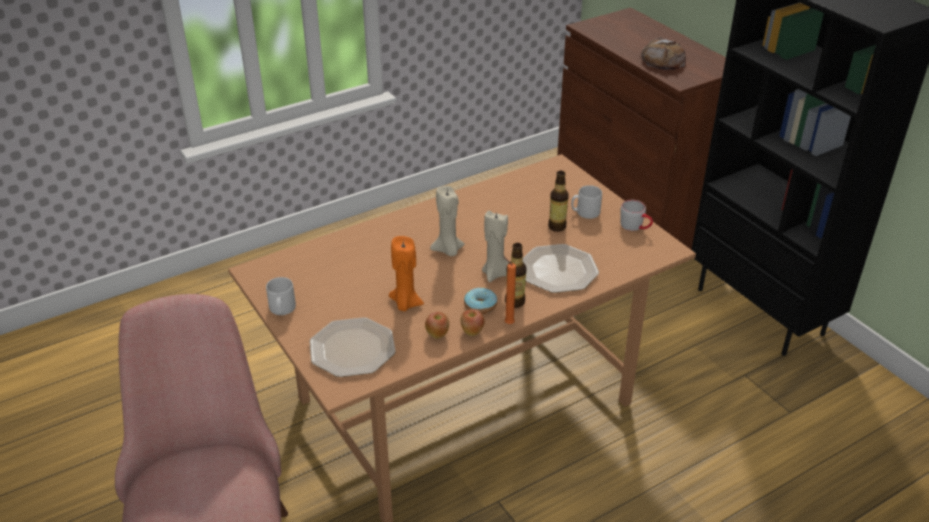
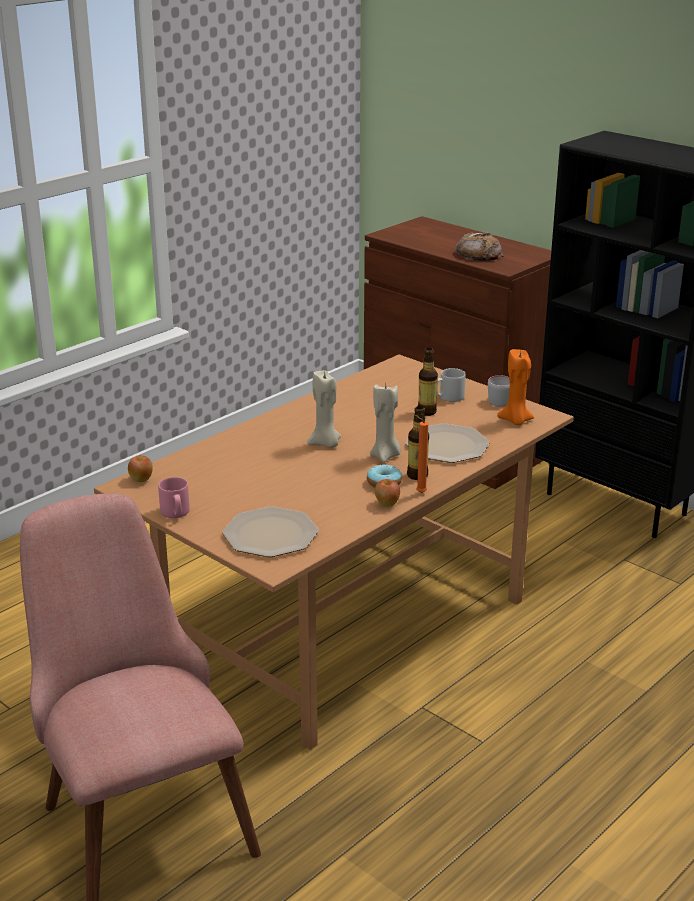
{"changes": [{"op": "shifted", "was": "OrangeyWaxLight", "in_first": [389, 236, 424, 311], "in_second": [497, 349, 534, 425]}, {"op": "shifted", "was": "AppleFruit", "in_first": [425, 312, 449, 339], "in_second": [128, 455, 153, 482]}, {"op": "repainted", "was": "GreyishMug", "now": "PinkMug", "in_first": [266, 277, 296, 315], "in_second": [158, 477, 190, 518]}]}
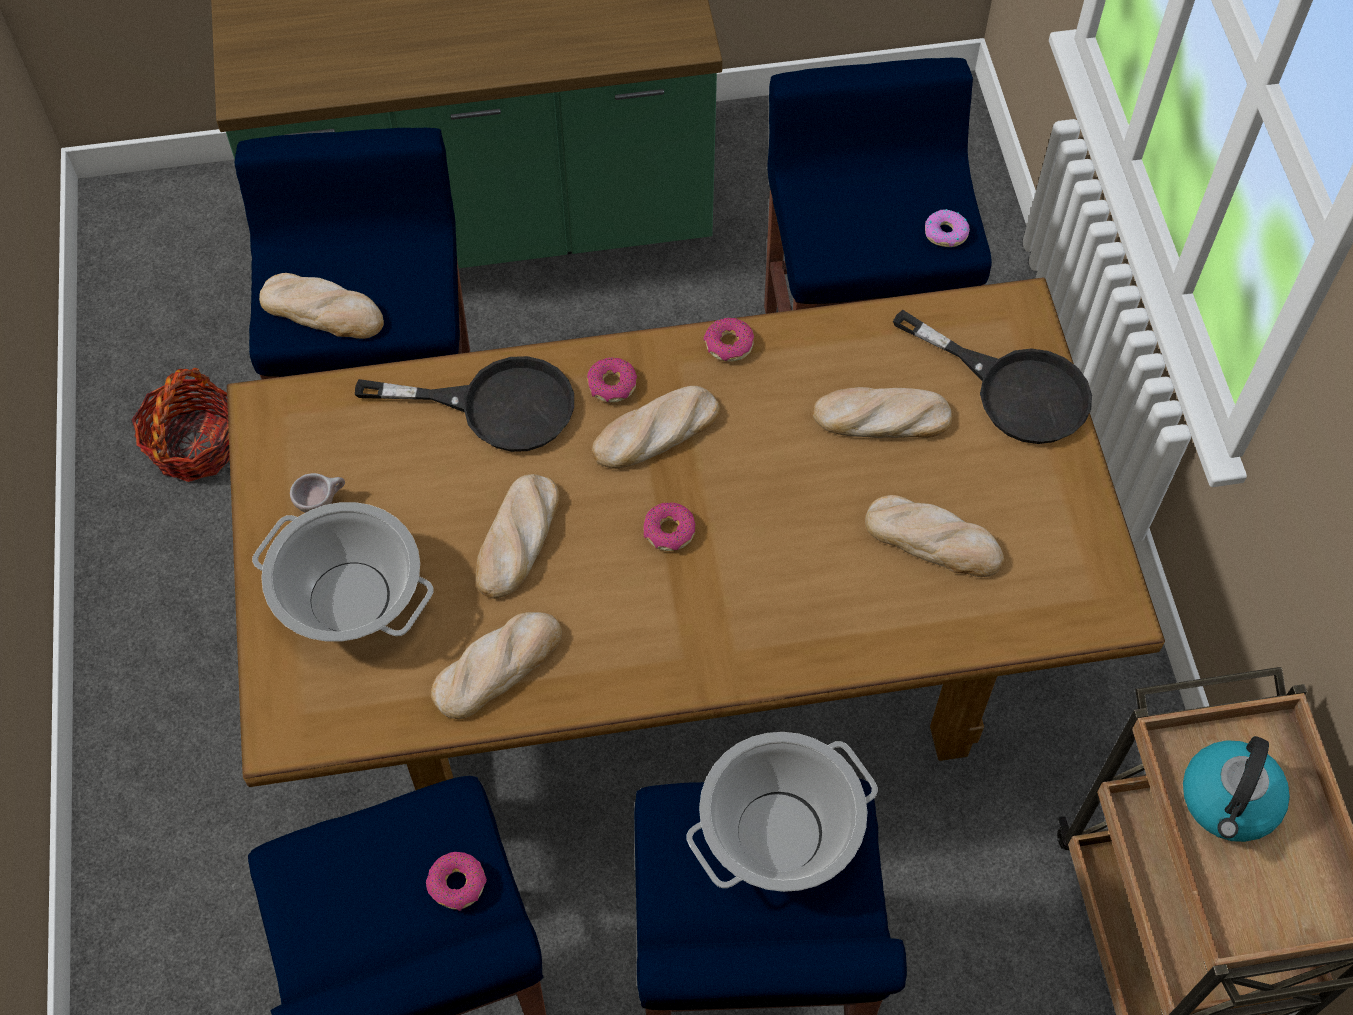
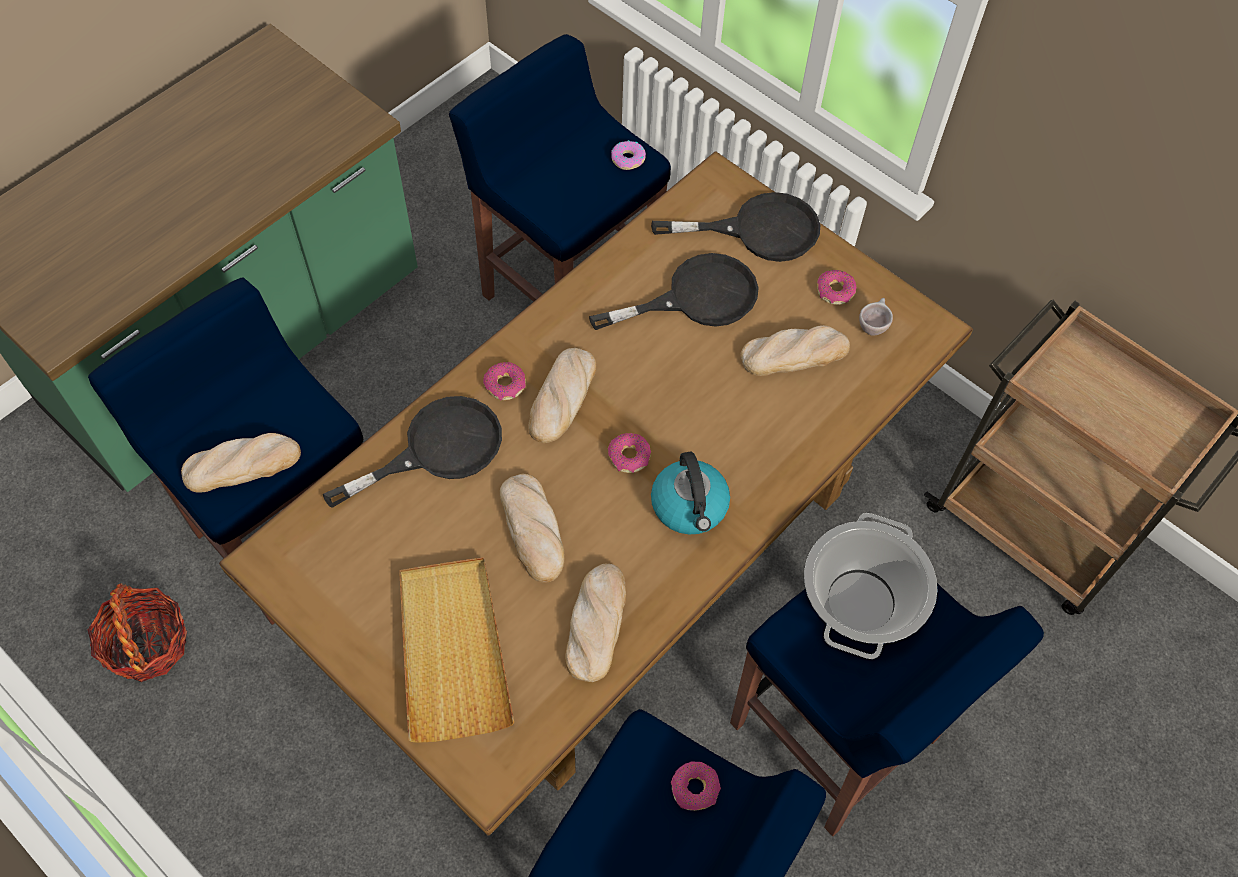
{"changes": [{"op": "shifted", "was": "SandColouredCup", "in_first": [290, 473, 345, 513], "in_second": [859, 298, 893, 336]}, {"op": "shifted", "was": "Doughnut", "in_first": [704, 318, 754, 362], "in_second": [817, 270, 857, 305]}, {"op": "shifted", "was": "TeaKettle", "in_first": [1183, 736, 1290, 842], "in_second": [651, 451, 730, 535]}, {"op": "swapped", "was": "CookingPot", "now": "SandColouredTray", "in_first": [252, 502, 433, 642], "in_second": [400, 557, 514, 743]}, {"op": "swapped", "was": "BakedBread", "now": "BlackColouredFryingPan", "in_first": [813, 387, 952, 438], "in_second": [589, 253, 759, 330]}]}
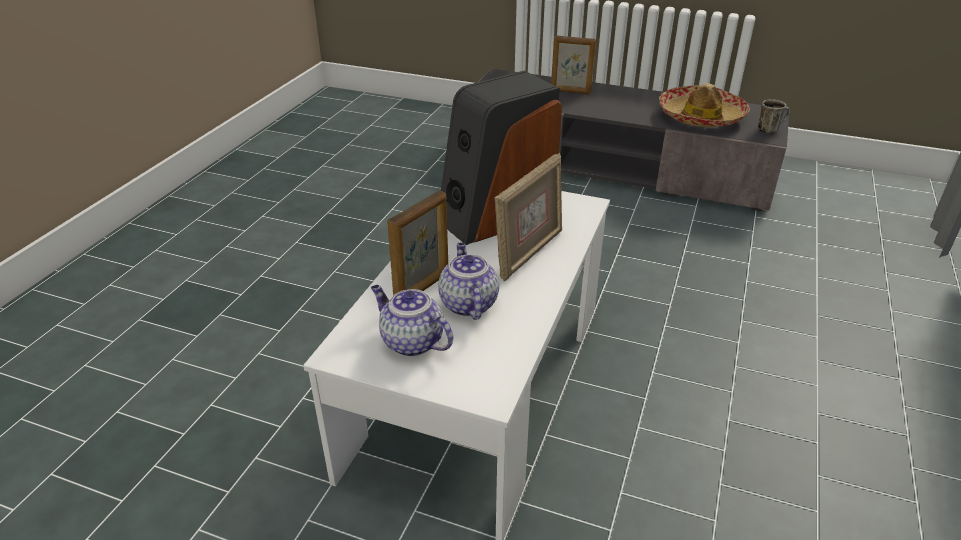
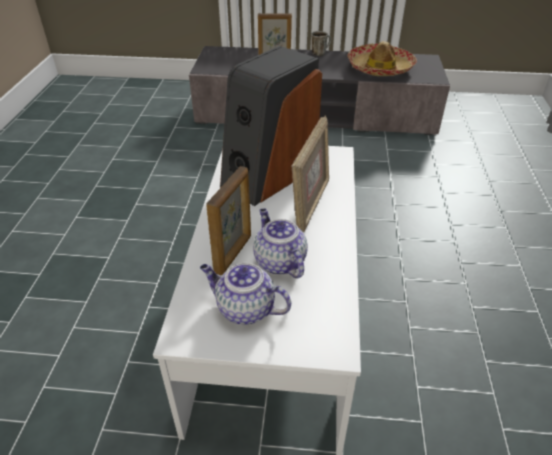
{"changes": [{"op": "shifted", "was": "Mug", "in_first": [758, 99, 790, 134], "in_second": [312, 31, 331, 56]}]}
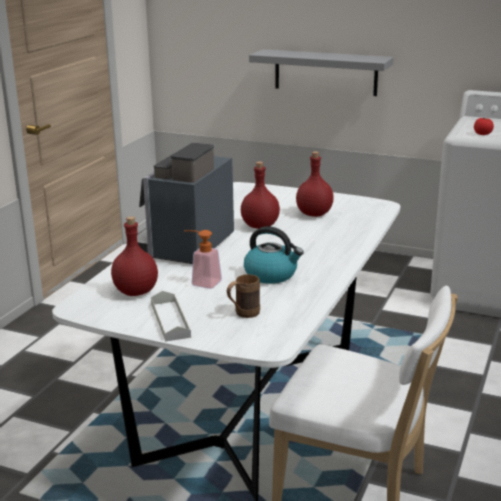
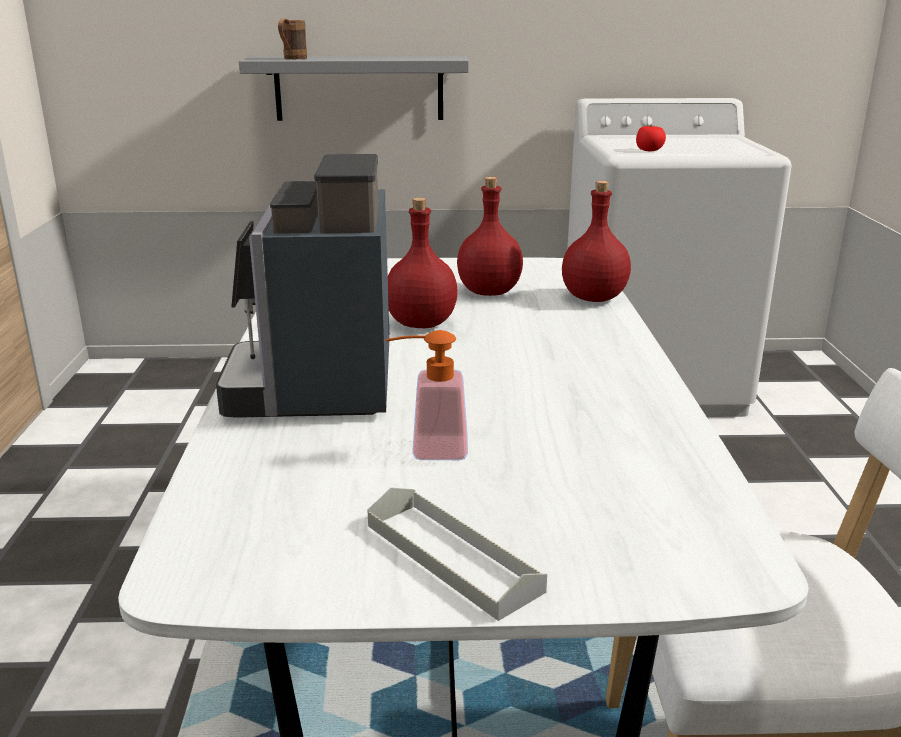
{"changes": [{"op": "gone", "was": "TeaKettle", "in_first": [244, 226, 304, 284]}, {"op": "shifted", "was": "ReddishDrinkBottle", "in_first": [111, 216, 158, 296], "in_second": [562, 181, 631, 302]}, {"op": "shifted", "was": "BrownishMug", "in_first": [227, 274, 260, 318], "in_second": [278, 18, 307, 59]}]}
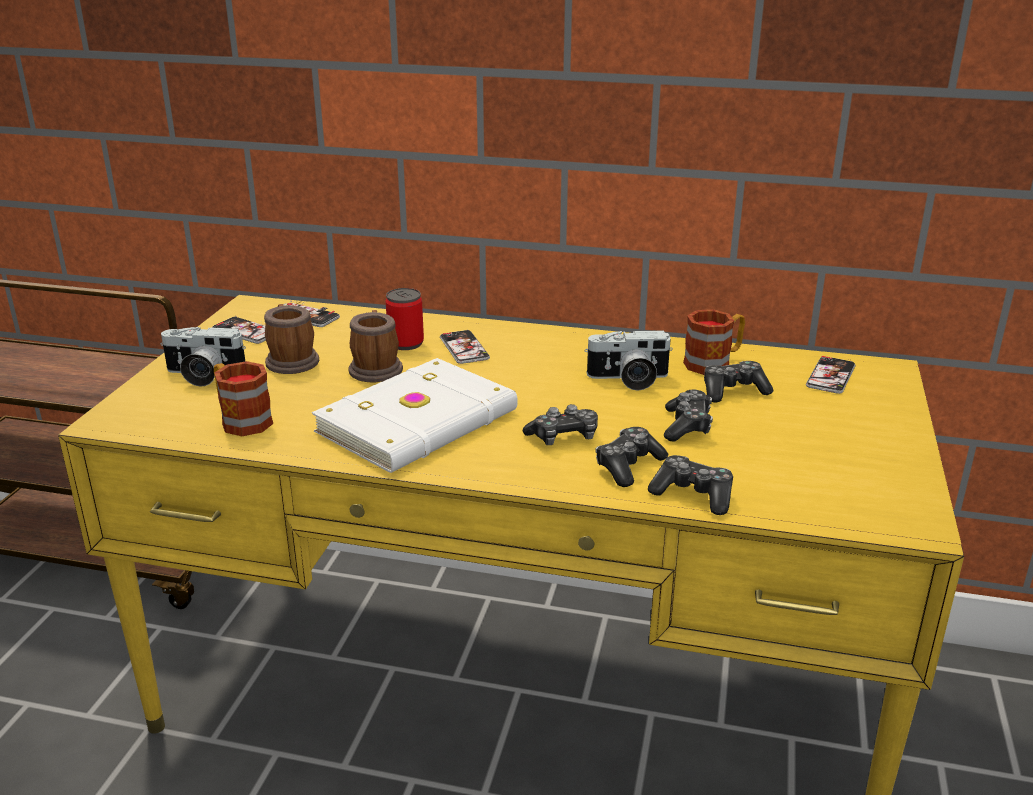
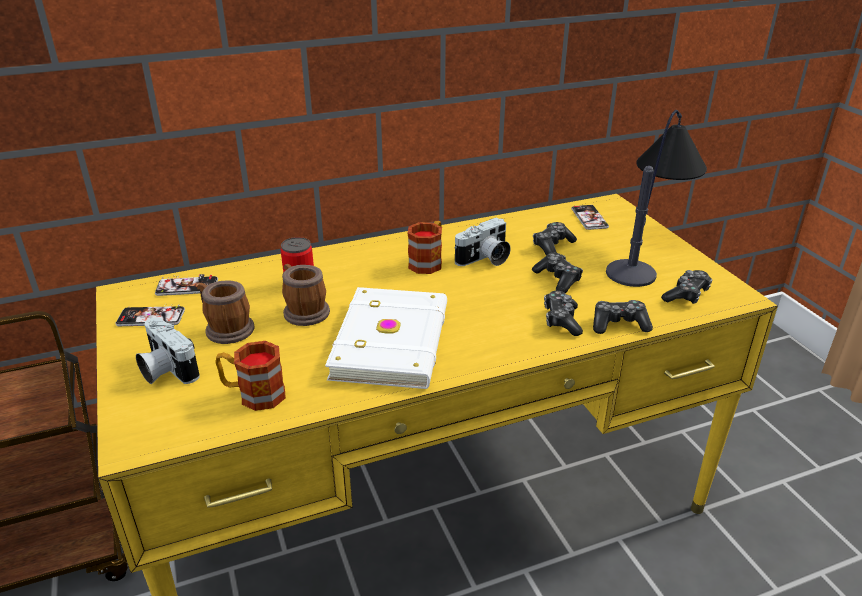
{"changes": [{"op": "gone", "was": "Phone", "in_first": [440, 330, 490, 364]}, {"op": "new", "now": "LampForATable", "in_second": [606, 110, 707, 287]}, {"op": "shifted", "was": "Gamepad", "in_first": [523, 404, 598, 445], "in_second": [661, 270, 713, 304]}, {"op": "shifted", "was": "Mug", "in_first": [683, 309, 745, 375], "in_second": [408, 221, 442, 274]}, {"op": "rotated", "was": "StillCamera", "in_first": [161, 327, 246, 387], "in_second": [136, 317, 200, 384], "clockwise": 75}]}
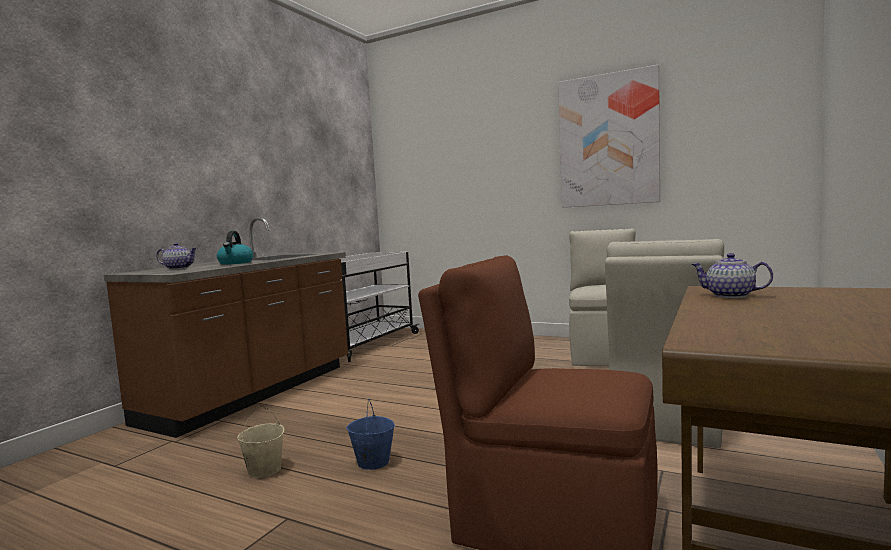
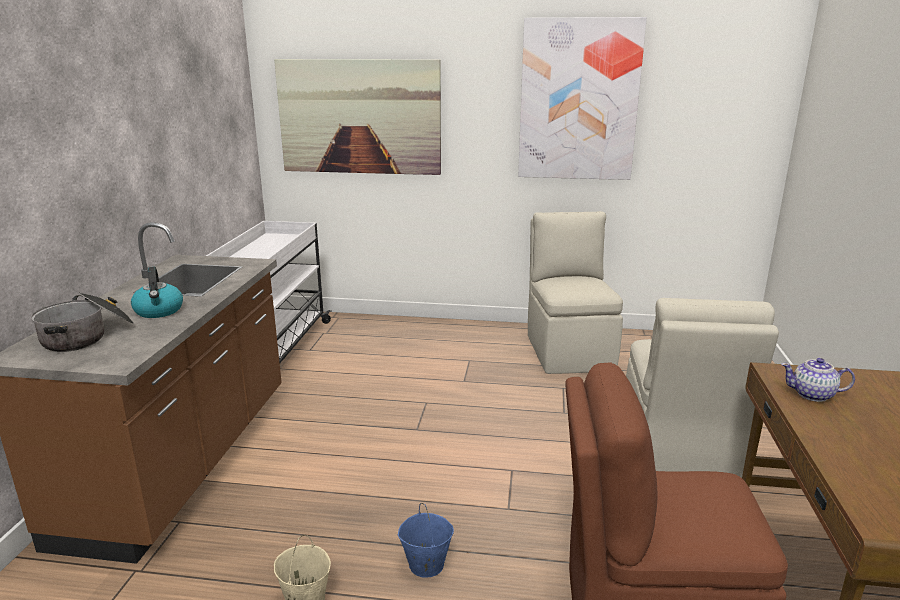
{"changes": [{"op": "new", "now": "Picture", "in_second": [274, 59, 441, 175]}, {"op": "swapped", "was": "Teapot", "now": "CookingPot", "in_first": [156, 243, 197, 270], "in_second": [31, 293, 134, 352]}]}
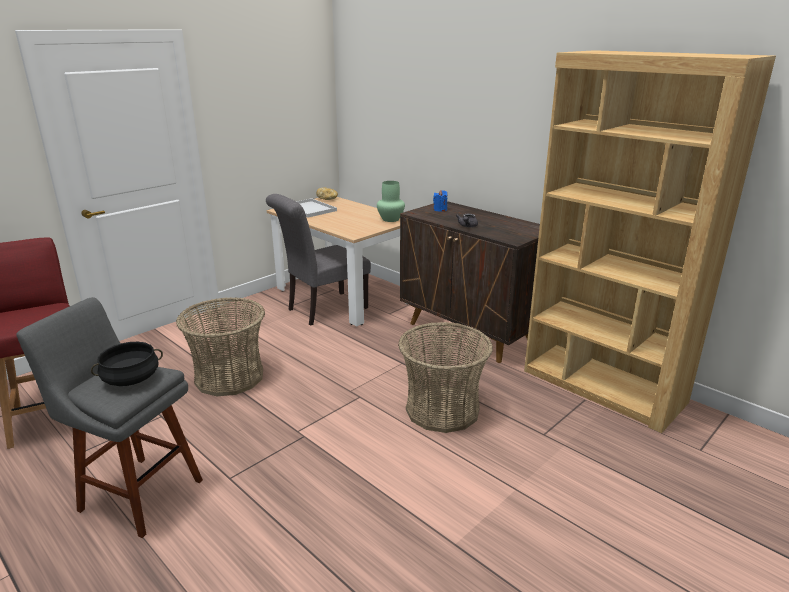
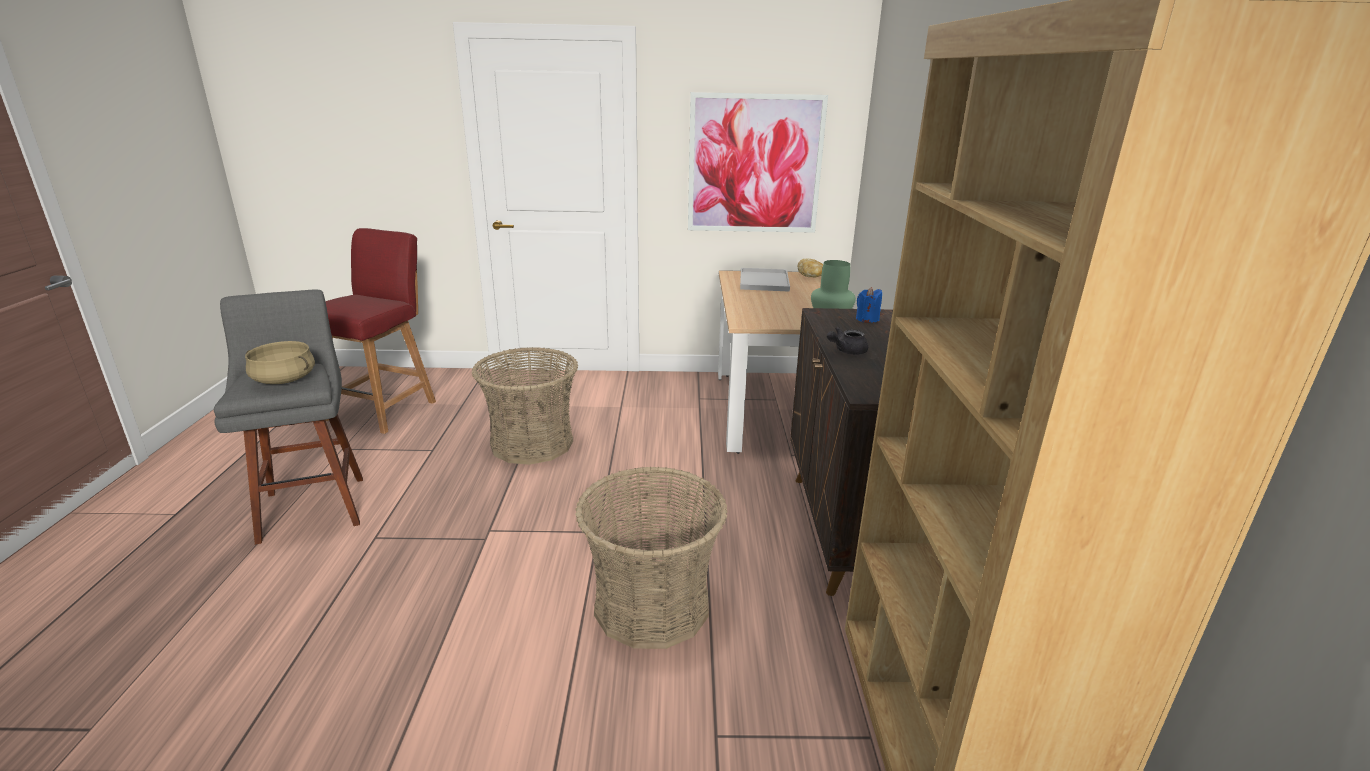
{"changes": [{"op": "gone", "was": "GreyishChair", "in_first": [266, 194, 371, 326]}, {"op": "new", "now": "Picture", "in_second": [688, 92, 828, 233]}, {"op": "repainted", "was": "BlackColouredCookingPot", "now": "SandColouredCookingPot", "in_first": [91, 342, 163, 386], "in_second": [245, 341, 315, 384]}]}
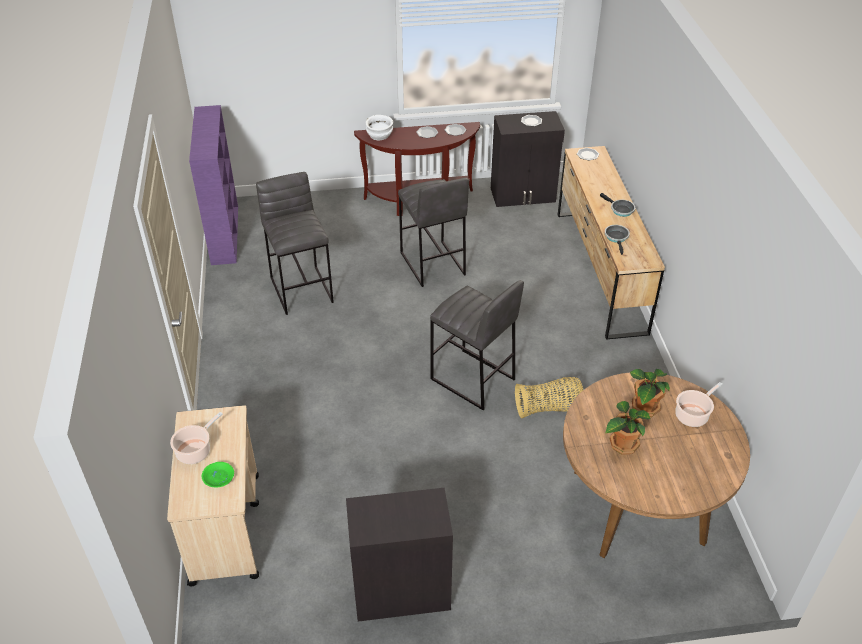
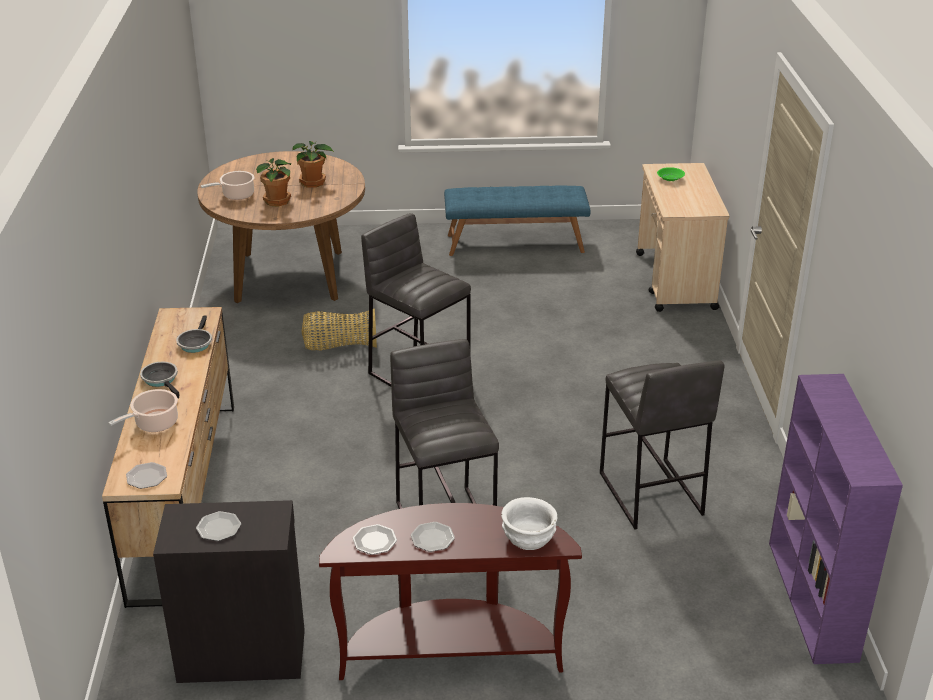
{"changes": [{"op": "shifted", "was": "CookingPot", "in_first": [170, 412, 223, 464], "in_second": [108, 389, 178, 432]}, {"op": "swapped", "was": "BlackColouredCabinet", "now": "BlueBench", "in_first": [346, 488, 453, 622], "in_second": [444, 185, 591, 256]}]}
